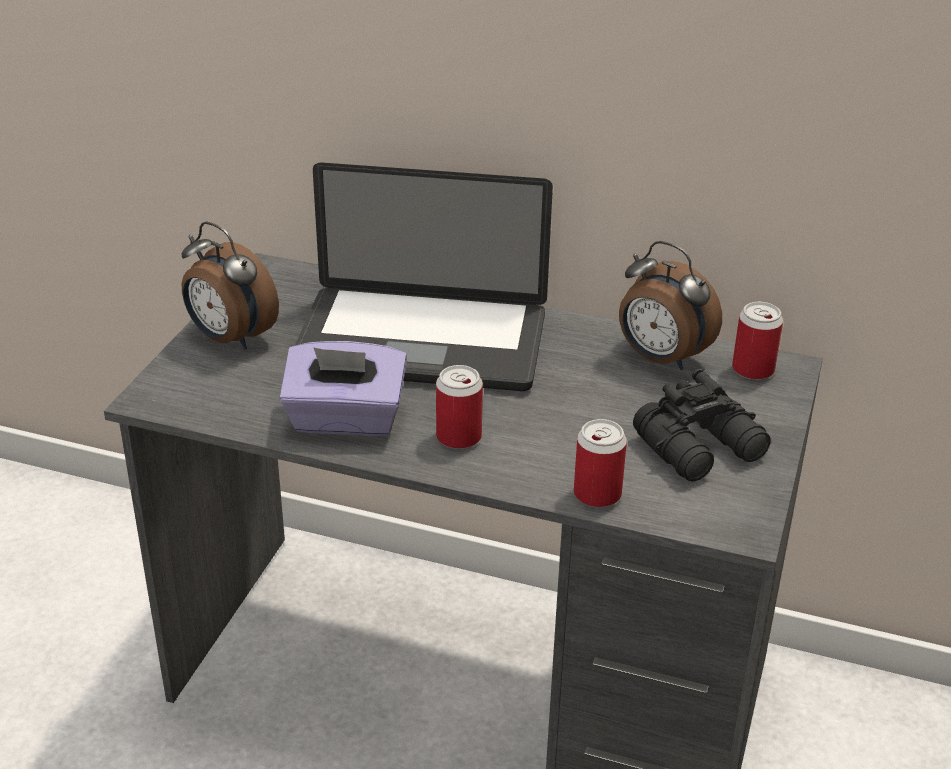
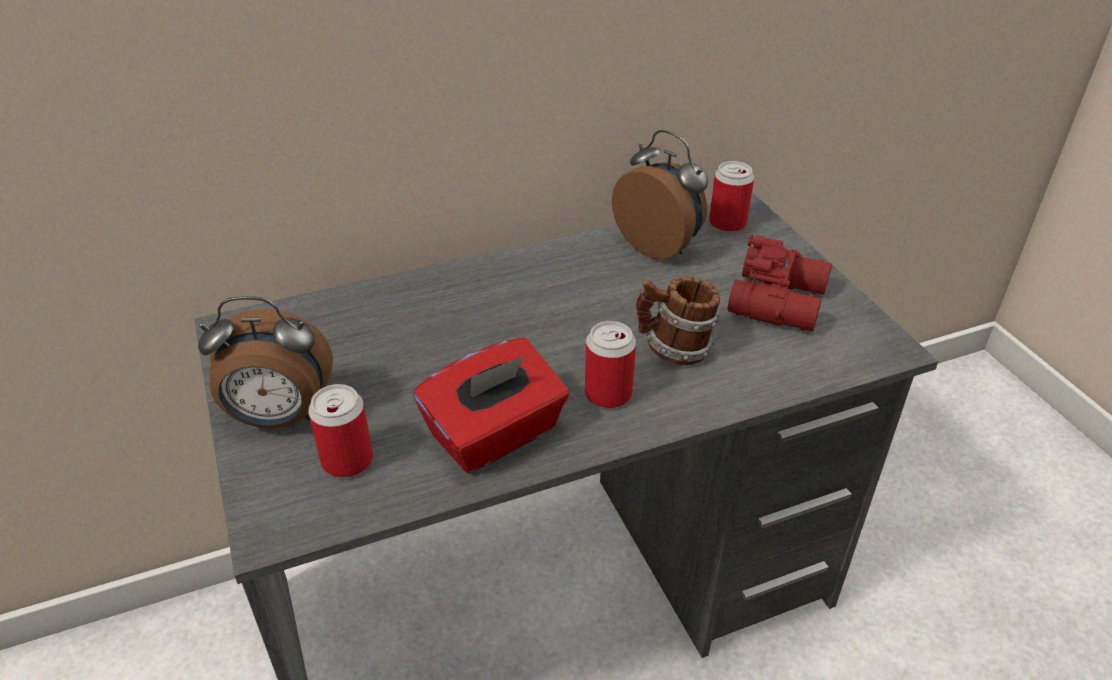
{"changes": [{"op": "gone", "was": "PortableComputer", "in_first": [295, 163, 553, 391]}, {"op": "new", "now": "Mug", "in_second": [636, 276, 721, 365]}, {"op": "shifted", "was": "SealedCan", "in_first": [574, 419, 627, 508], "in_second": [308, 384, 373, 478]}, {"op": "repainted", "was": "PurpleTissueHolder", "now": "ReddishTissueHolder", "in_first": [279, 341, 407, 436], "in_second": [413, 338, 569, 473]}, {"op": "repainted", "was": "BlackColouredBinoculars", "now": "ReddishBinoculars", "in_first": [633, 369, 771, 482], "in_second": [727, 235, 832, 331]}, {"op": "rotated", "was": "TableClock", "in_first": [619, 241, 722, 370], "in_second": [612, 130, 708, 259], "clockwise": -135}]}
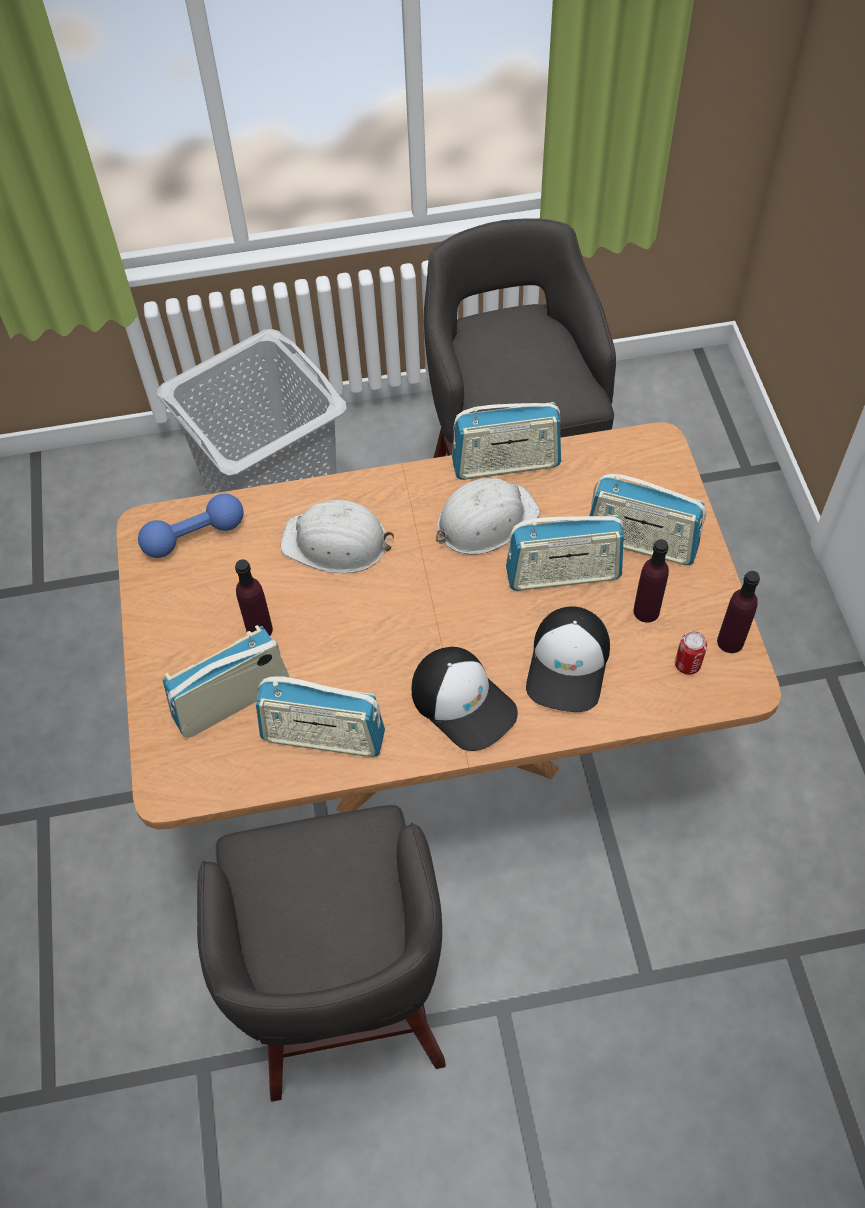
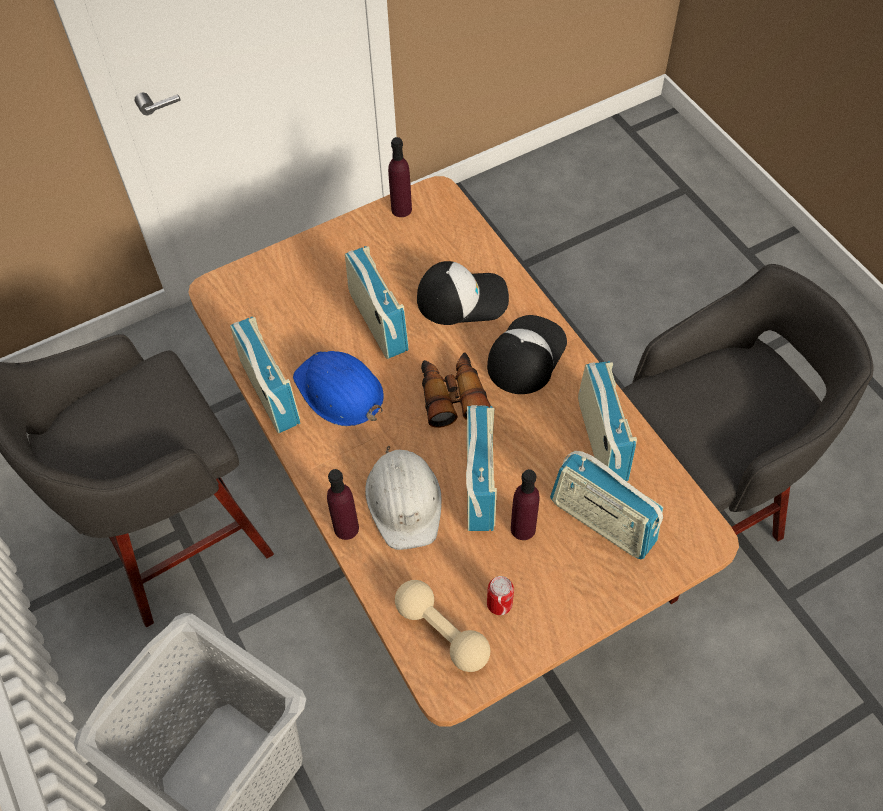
{"changes": [{"op": "new", "now": "Binoculars", "in_second": [421, 352, 491, 428]}, {"op": "shifted", "was": "RadioSet", "in_first": [589, 474, 707, 565], "in_second": [466, 405, 497, 531]}, {"op": "shifted", "was": "PurpleDrinkBottle", "in_first": [633, 539, 669, 623], "in_second": [327, 469, 359, 540]}, {"op": "shifted", "was": "SealedCan", "in_first": [675, 631, 707, 675], "in_second": [487, 576, 514, 615]}, {"op": "repainted", "was": "BlueHandWeight", "now": "SandColouredHandWeight", "in_first": [138, 493, 244, 558], "in_second": [395, 580, 490, 672]}, {"op": "repainted", "was": "WhitishHardHat", "now": "BlueHardHat", "in_first": [436, 478, 540, 555], "in_second": [293, 351, 384, 426]}]}
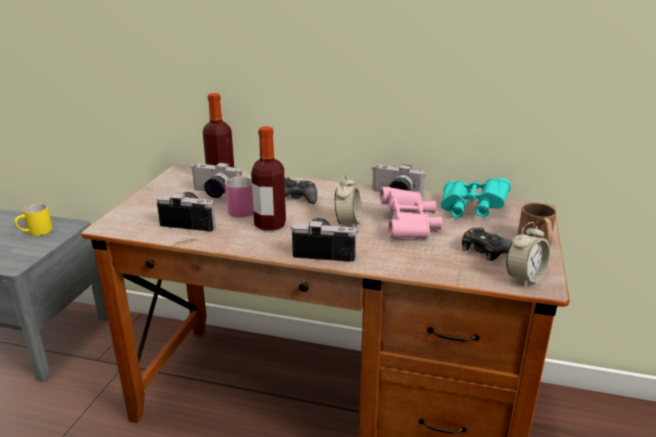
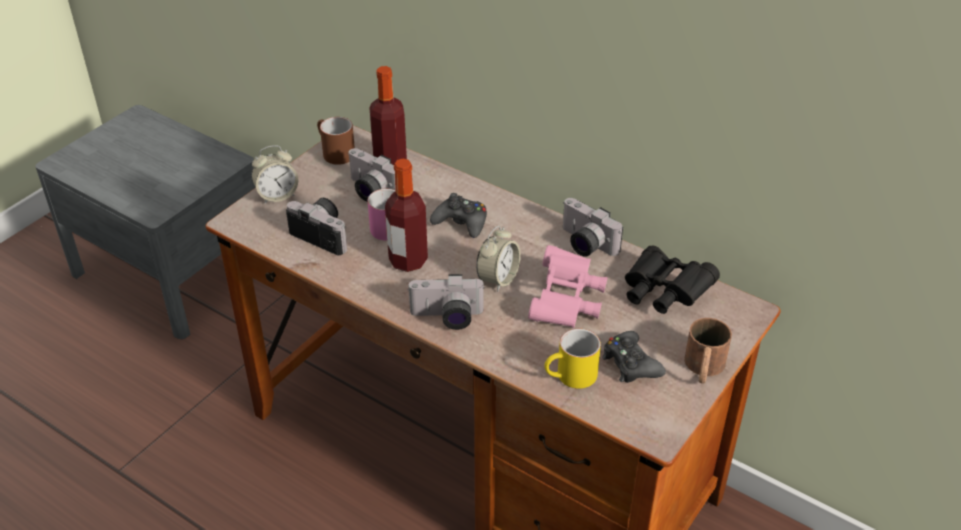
{"changes": [{"op": "new", "now": "BrownishMug", "in_second": [317, 117, 355, 165]}, {"op": "shifted", "was": "YellowishMug", "in_first": [15, 203, 53, 236], "in_second": [544, 329, 601, 389]}, {"op": "shifted", "was": "TableClock", "in_first": [506, 222, 550, 287], "in_second": [252, 145, 298, 204]}, {"op": "repainted", "was": "TurquoiseColouredBinoculars", "now": "BlackColouredBinoculars", "in_first": [441, 178, 511, 218], "in_second": [625, 246, 720, 314]}, {"op": "rotated", "was": "StillCamera", "in_first": [292, 218, 358, 262], "in_second": [408, 274, 485, 330], "clockwise": 150}]}
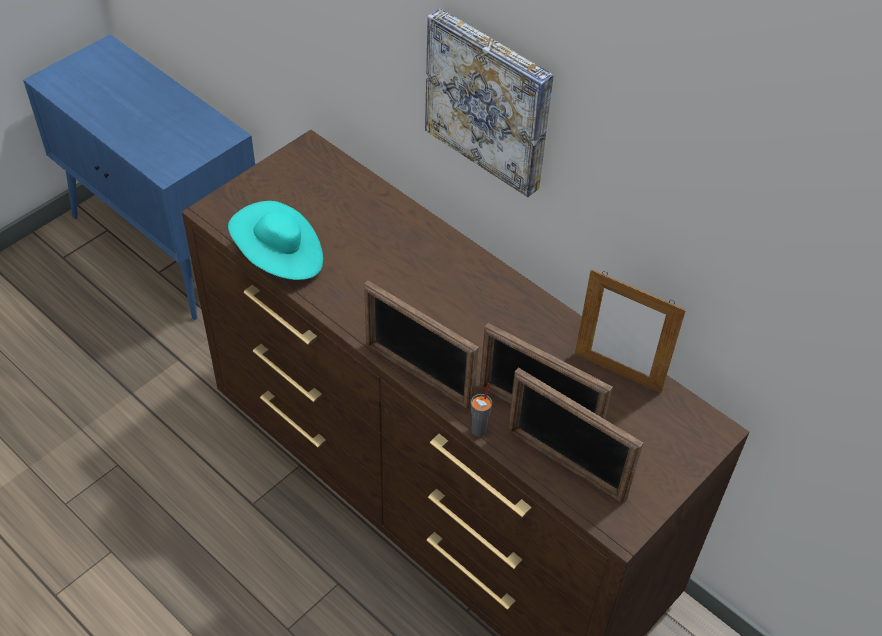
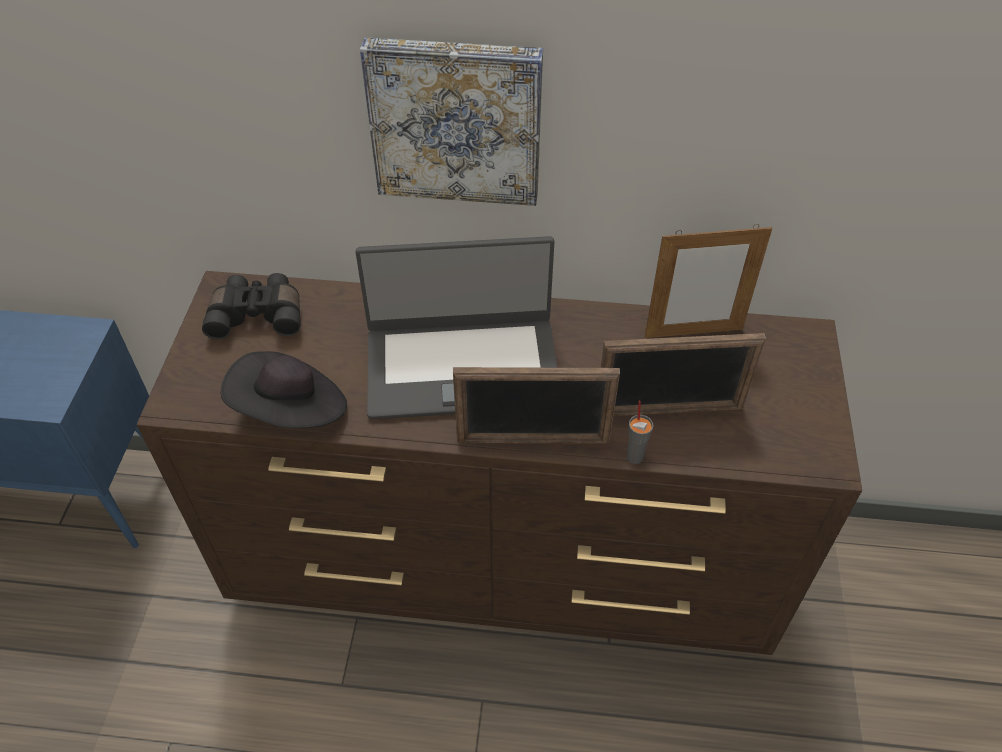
{"changes": [{"op": "gone", "was": "PhotoFrame", "in_first": [507, 367, 643, 503]}, {"op": "new", "now": "BlackColouredBinoculars", "in_second": [202, 273, 301, 339]}, {"op": "new", "now": "PortableComputer", "in_second": [356, 236, 557, 419]}, {"op": "repainted", "was": "TurquoiseColouredWearableHat", "now": "BlackColouredWearableHat", "in_first": [228, 201, 323, 280], "in_second": [221, 351, 347, 428]}]}
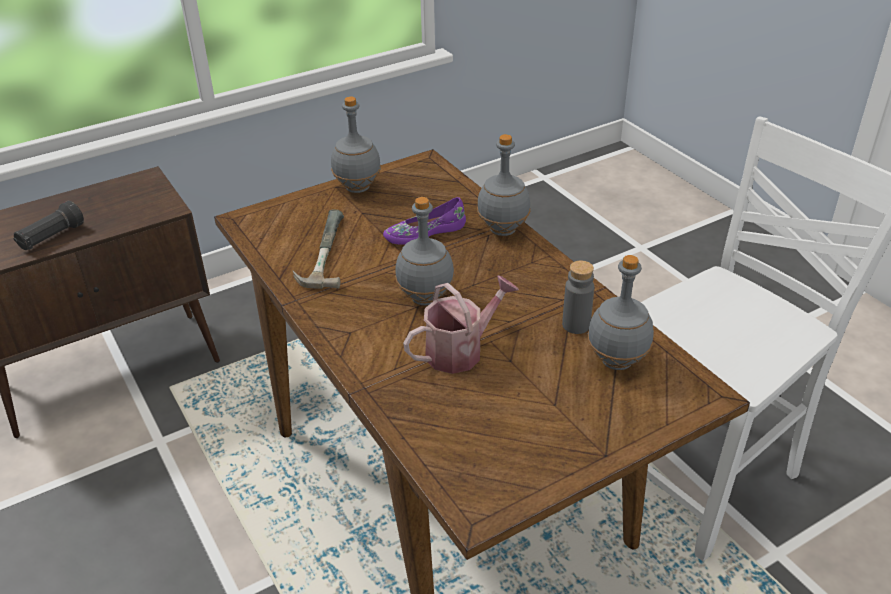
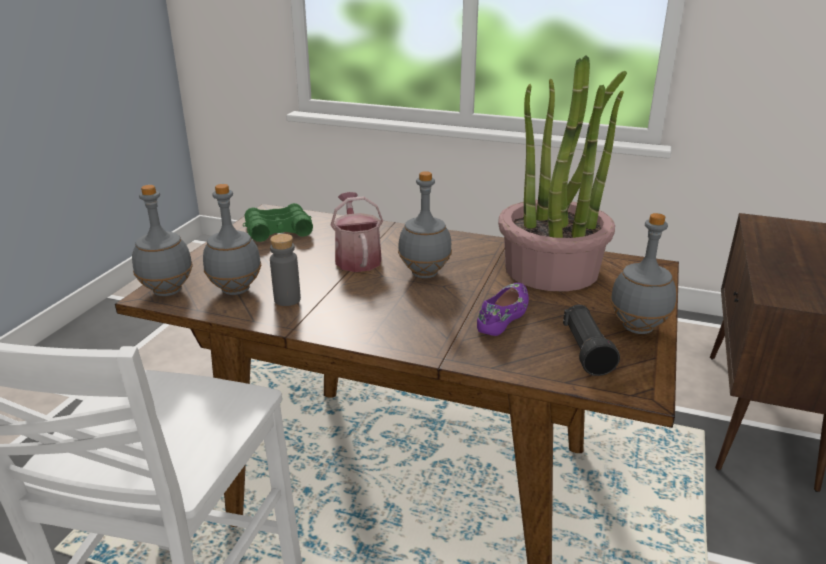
{"changes": [{"op": "new", "now": "GreenishBinoculars", "in_second": [243, 203, 313, 242]}, {"op": "shifted", "was": "BlackColouredFlashlight", "in_first": [14, 201, 84, 250], "in_second": [563, 305, 620, 376]}, {"op": "shifted", "was": "GreyishDrinkBottle", "in_first": [477, 134, 530, 236], "in_second": [132, 185, 193, 296]}, {"op": "swapped", "was": "ToolHammer", "now": "PottedPlant", "in_first": [293, 210, 344, 289], "in_second": [498, 55, 627, 291]}, {"op": "rotated", "was": "WateringCan", "in_first": [403, 275, 519, 374], "in_second": [331, 192, 383, 272], "clockwise": 150}]}
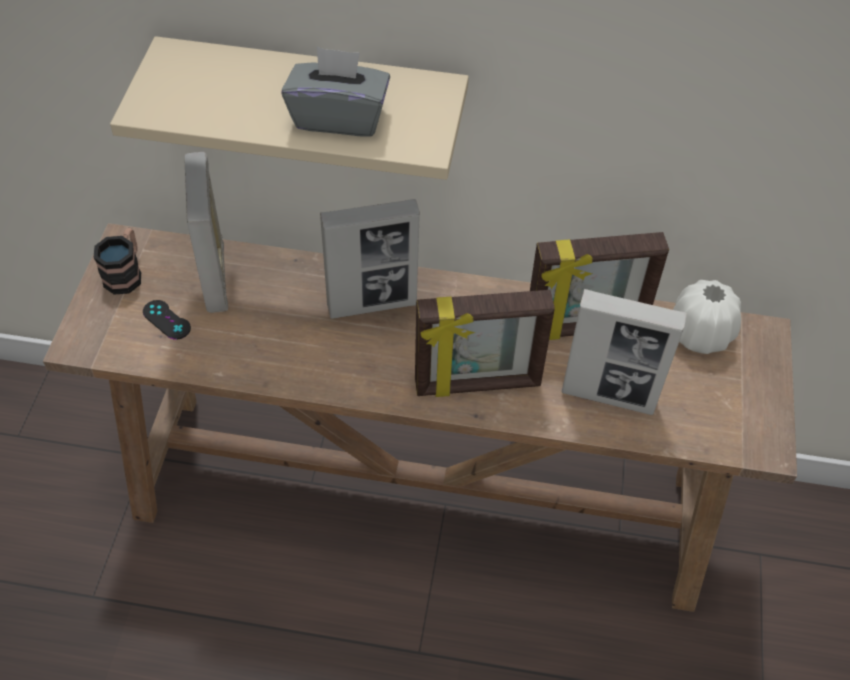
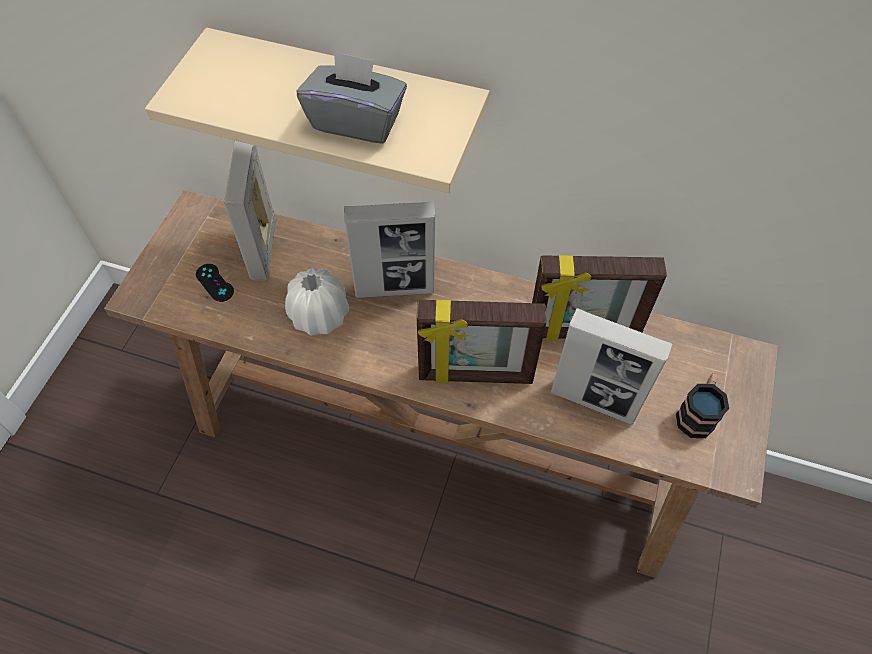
{"changes": [{"op": "shifted", "was": "Mug", "in_first": [94, 228, 141, 295], "in_second": [676, 373, 729, 438]}, {"op": "shifted", "was": "WhitishVase", "in_first": [673, 280, 741, 354], "in_second": [285, 268, 349, 336]}]}
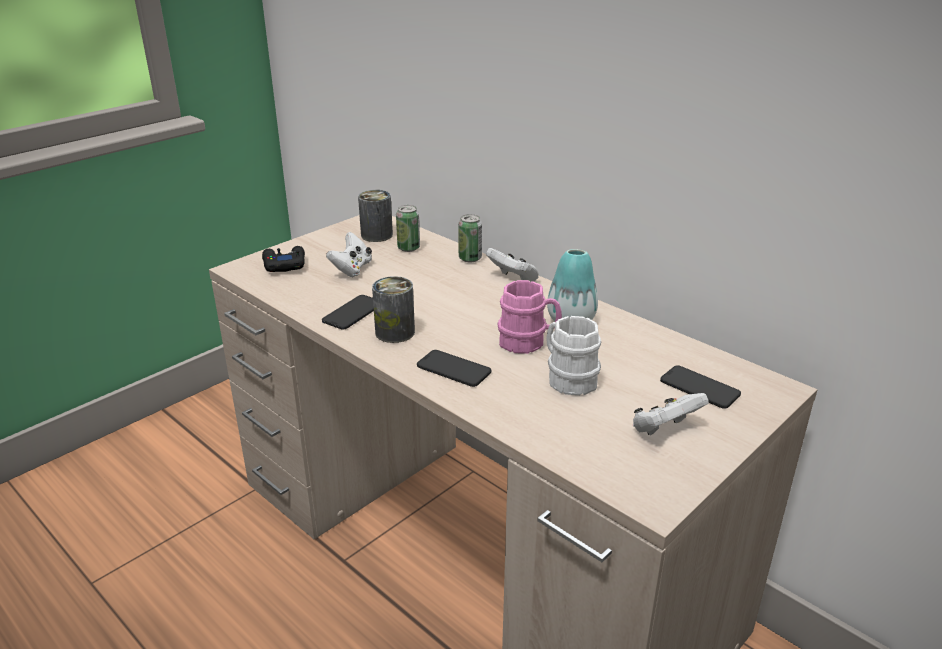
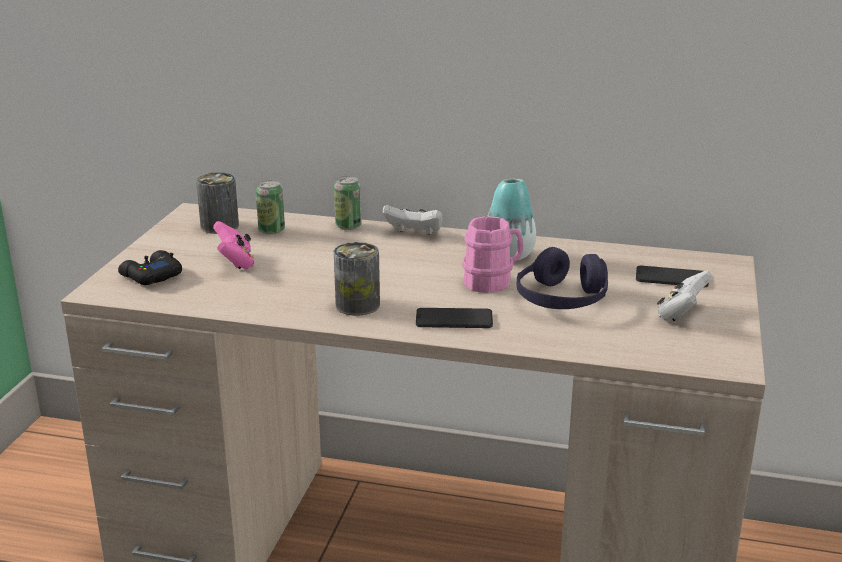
{"changes": [{"op": "gone", "was": "Phone", "in_first": [322, 295, 374, 330]}, {"op": "swapped", "was": "WhitishMug", "now": "PurplePairOfHeadphones", "in_first": [546, 316, 601, 395], "in_second": [516, 247, 608, 309]}, {"op": "repainted", "was": "WhitishGamepad", "now": "PinkGamepad", "in_first": [326, 232, 372, 277], "in_second": [213, 221, 254, 269]}]}
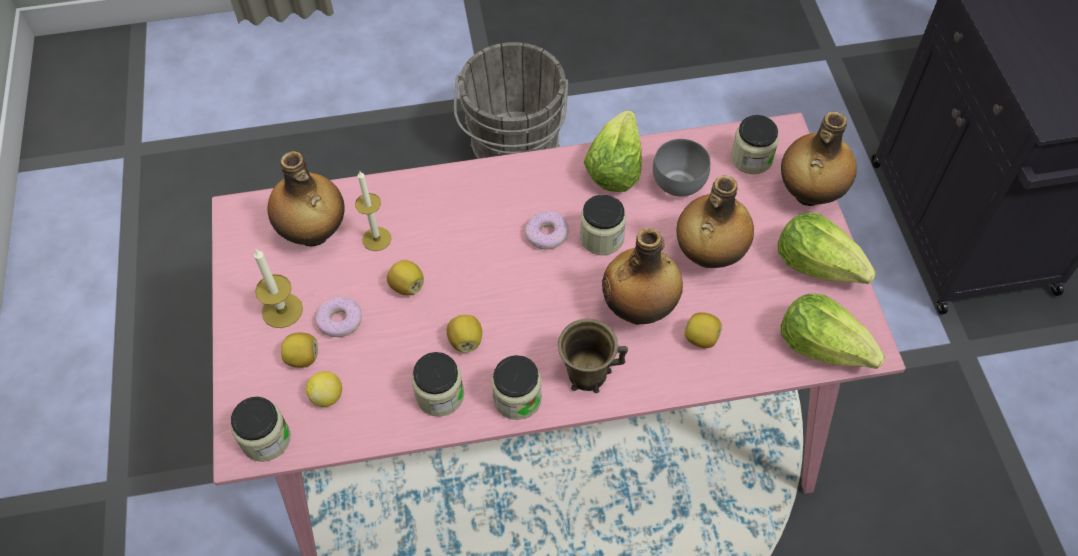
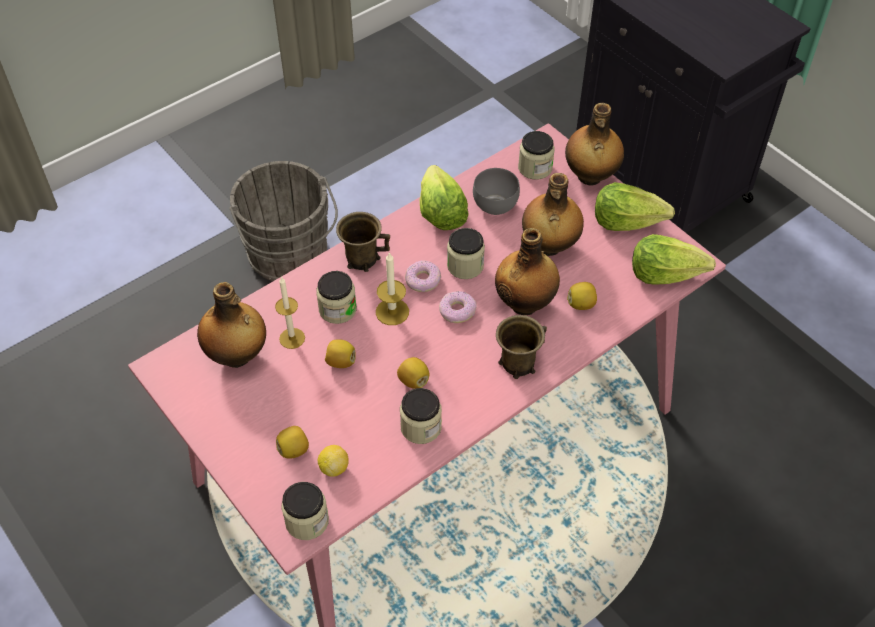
{"changes": [{"op": "new", "now": "BrownishMug", "in_second": [336, 212, 390, 272]}, {"op": "shifted", "was": "WaxLight", "in_first": [254, 249, 303, 328], "in_second": [376, 252, 409, 325]}, {"op": "shifted", "was": "Doughnut", "in_first": [315, 296, 362, 337], "in_second": [439, 291, 477, 323]}, {"op": "shifted", "was": "Jar", "in_first": [491, 355, 542, 420], "in_second": [316, 271, 357, 324]}]}
